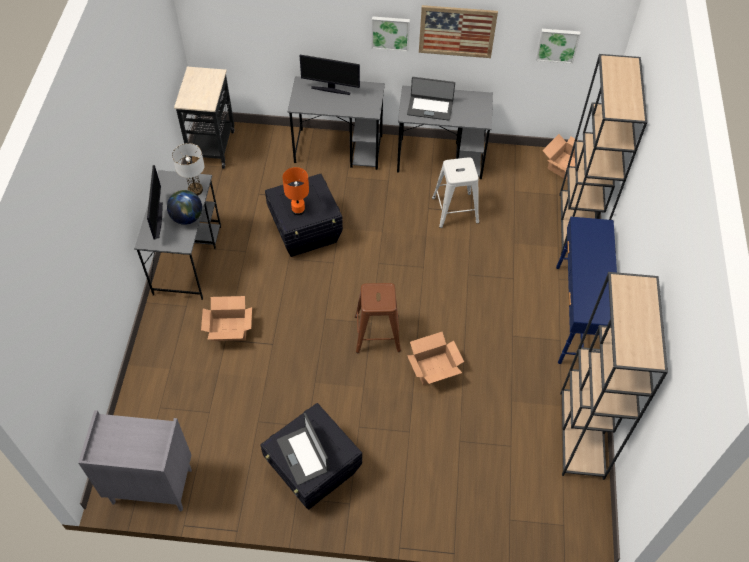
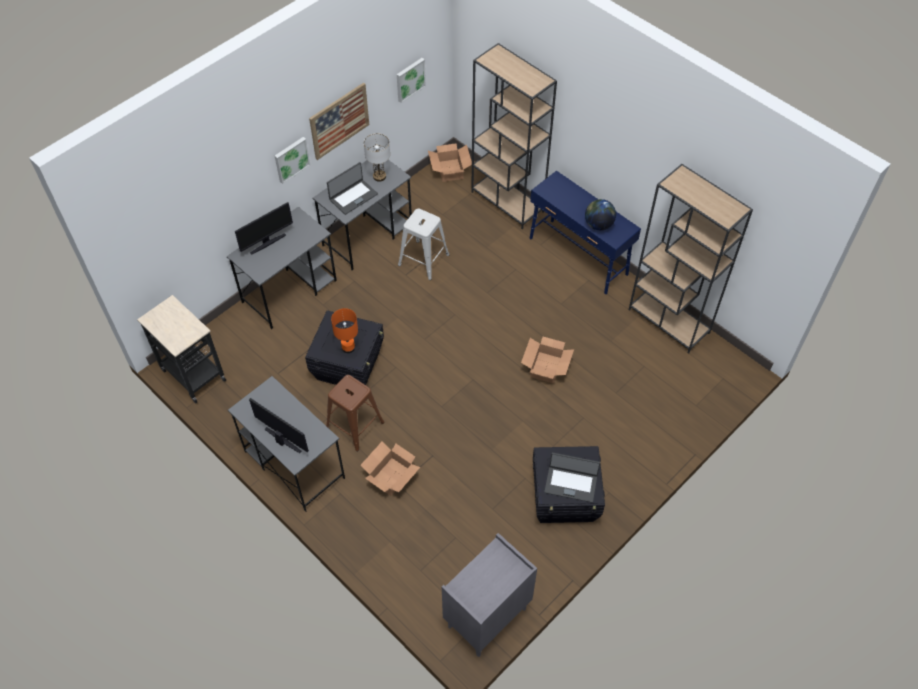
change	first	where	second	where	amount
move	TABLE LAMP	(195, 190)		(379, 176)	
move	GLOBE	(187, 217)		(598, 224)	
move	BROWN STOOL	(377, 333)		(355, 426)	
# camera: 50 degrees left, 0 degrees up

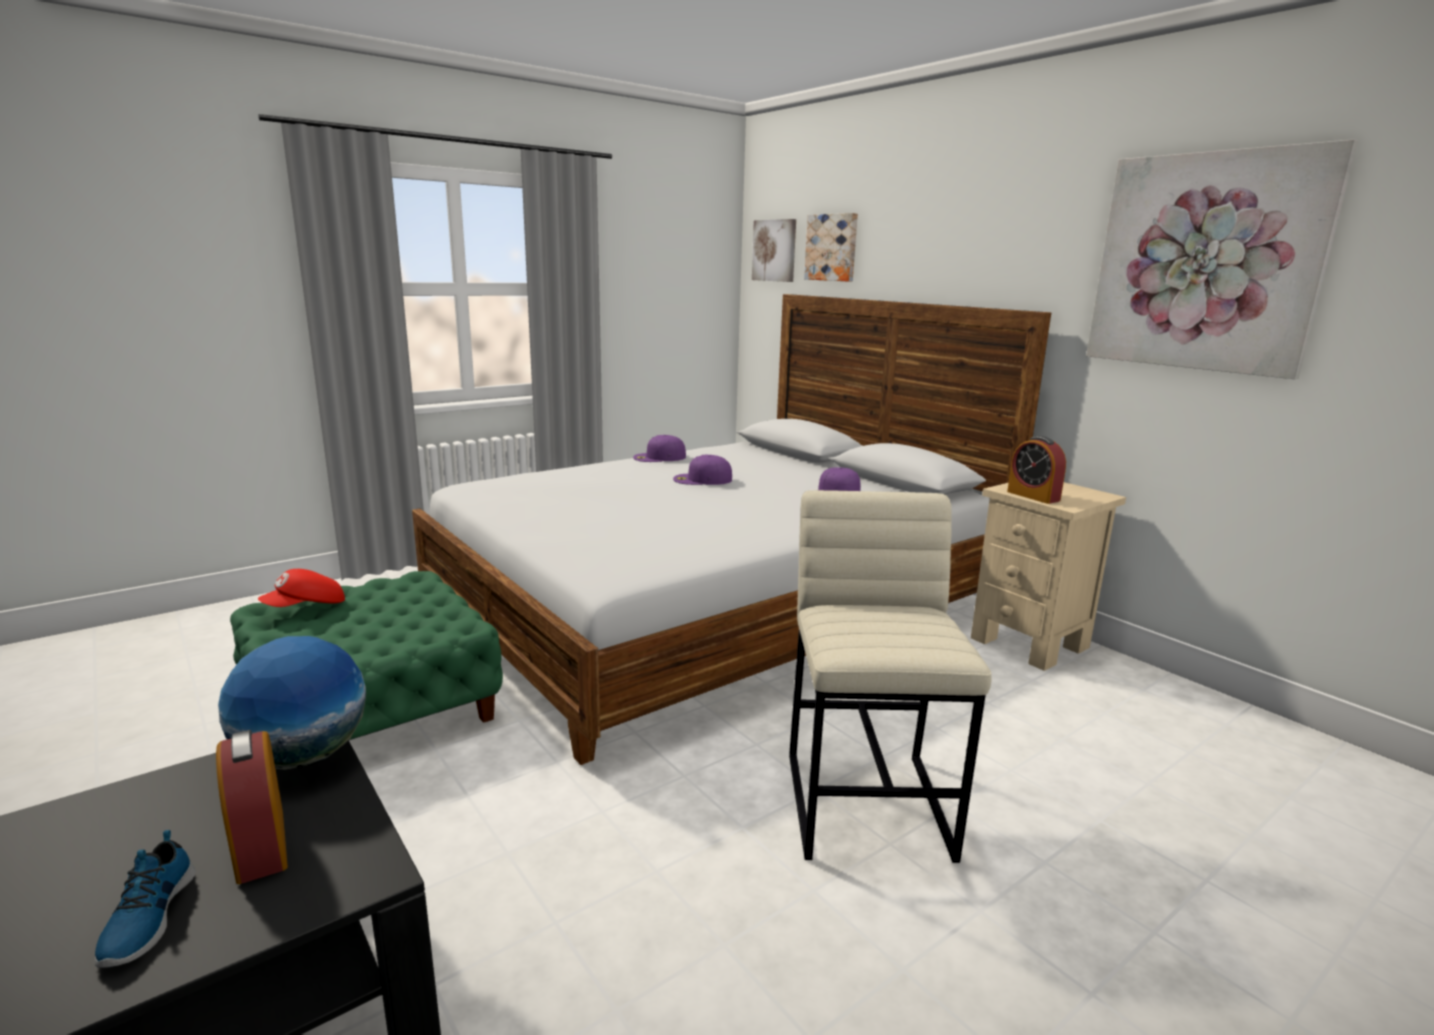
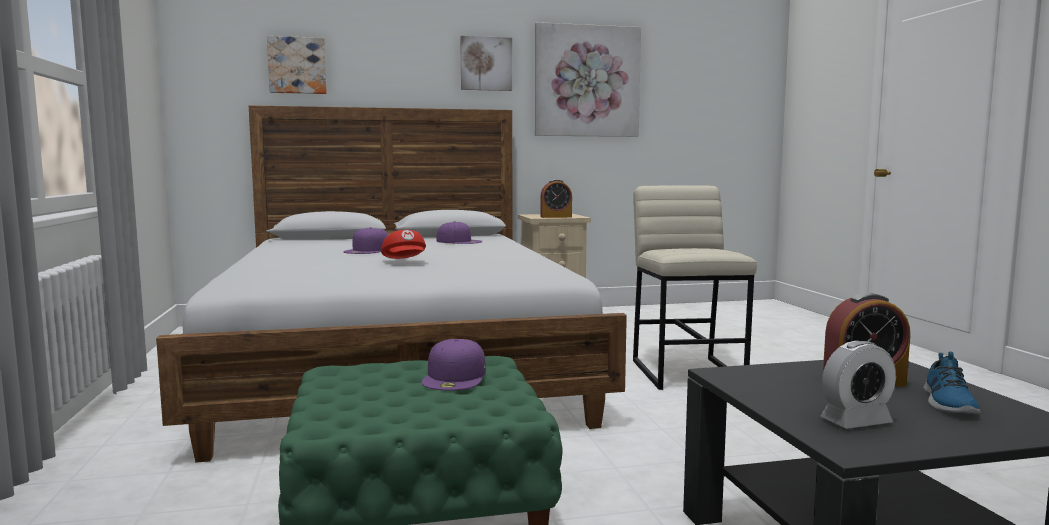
change	first	where	second	where	amount
move	PICTURE	(775, 250)		(486, 64)	
move	PURPLE CAP	(659, 457)		(455, 377)	
rotate	BEIGE CHAIR	(865, 801)		(686, 372)	60 degrees clockwise
move	RED CAP	(306, 608)		(405, 261)	
delete	GLOBE	(303, 756)			
rotate	SHOE	(146, 918)		(947, 403)	90 degrees clockwise
insert			ALARM CLOCK	(856, 421)	
# camera: 65 degrees left, 10 degrees down

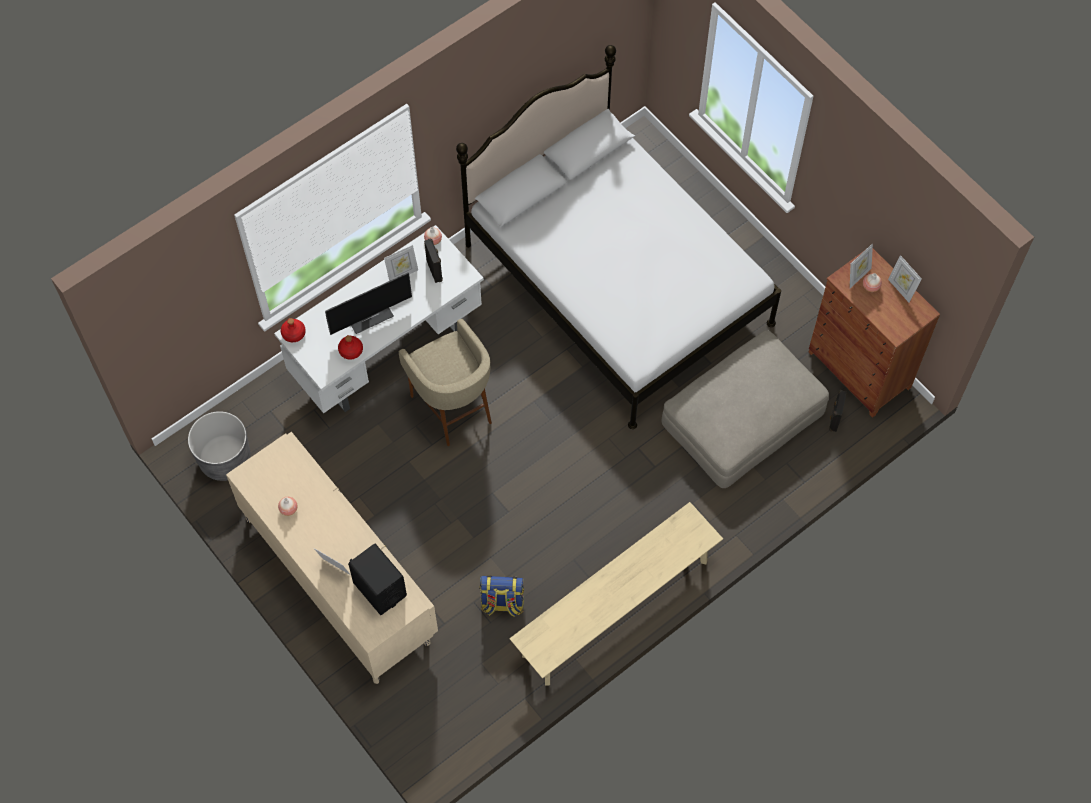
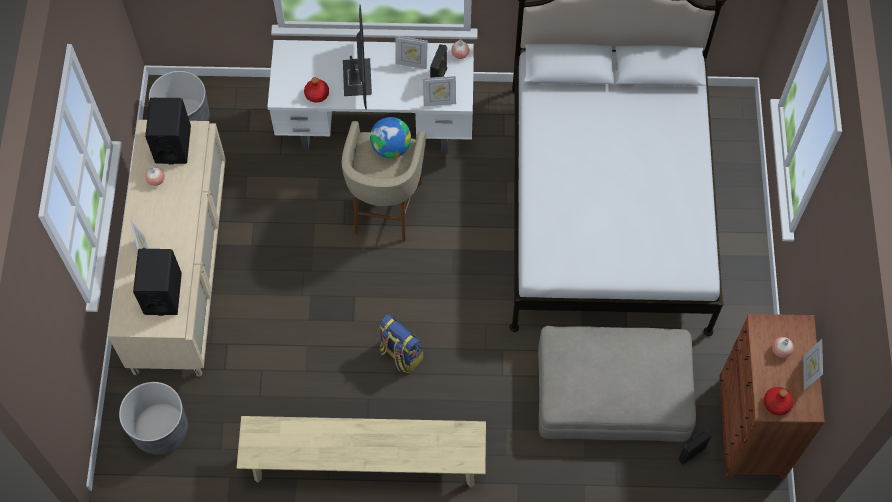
change	first	where	second	where	amount
move	PICTURE FRAME	(858, 276)		(439, 102)	
rotate	MONITOR	(369, 314)		(357, 77)	105 degrees counterclockwise
move	RED BOTTLE	(294, 333)		(777, 403)	
move	BACKPACK	(502, 603)		(400, 354)	
insert			BLACK SPEAKER	(173, 144)	
insert			GLOBE	(391, 147)	
insert			GREY PLANTER	(160, 430)	
# camera: 40 degrees right, 0 degrees up

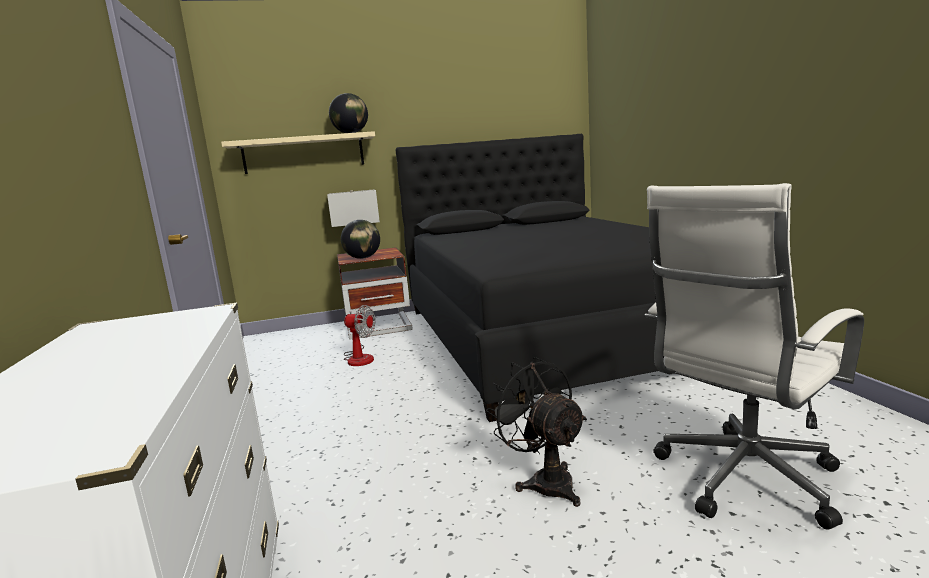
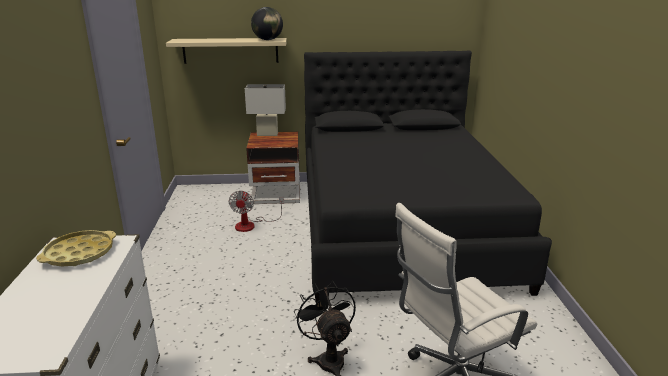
change	first	where	second	where	amount
delete	GLOBE	(363, 258)			
rotate	FAN	(359, 358)		(251, 225)	60 degrees clockwise
insert			YELLOW TRAY	(79, 254)	
# camera: 10 degrees right, 10 degrees up

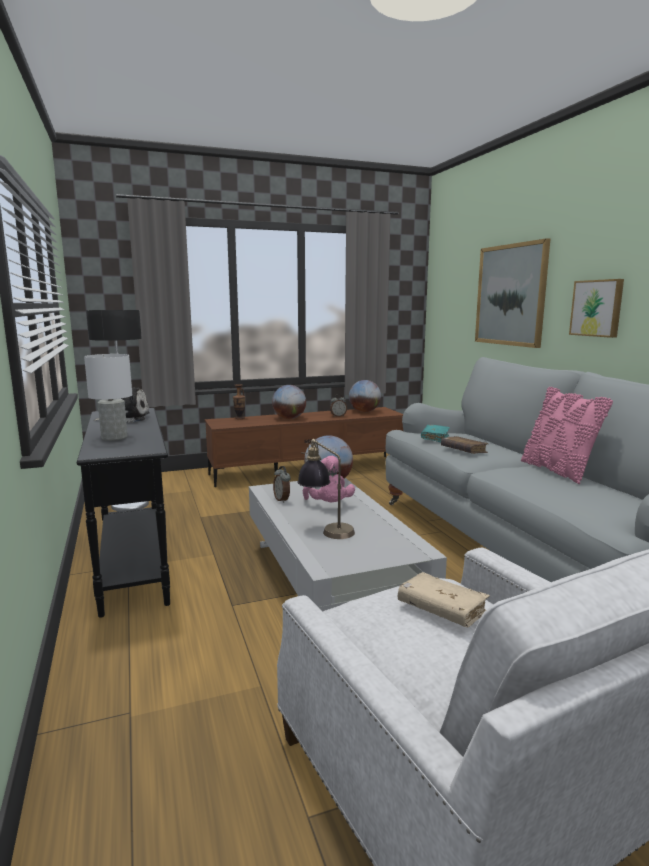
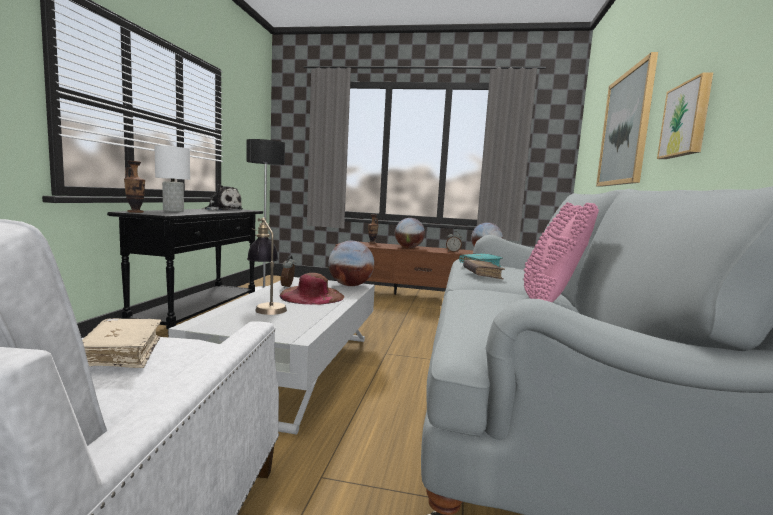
change	first	where	second	where	amount
replace	PINK PLUSH TOY	(329, 505)	BROWN HAT	(312, 296)	
insert			VASE	(135, 212)	
# camera: 30 degrees right, 5 degrees down

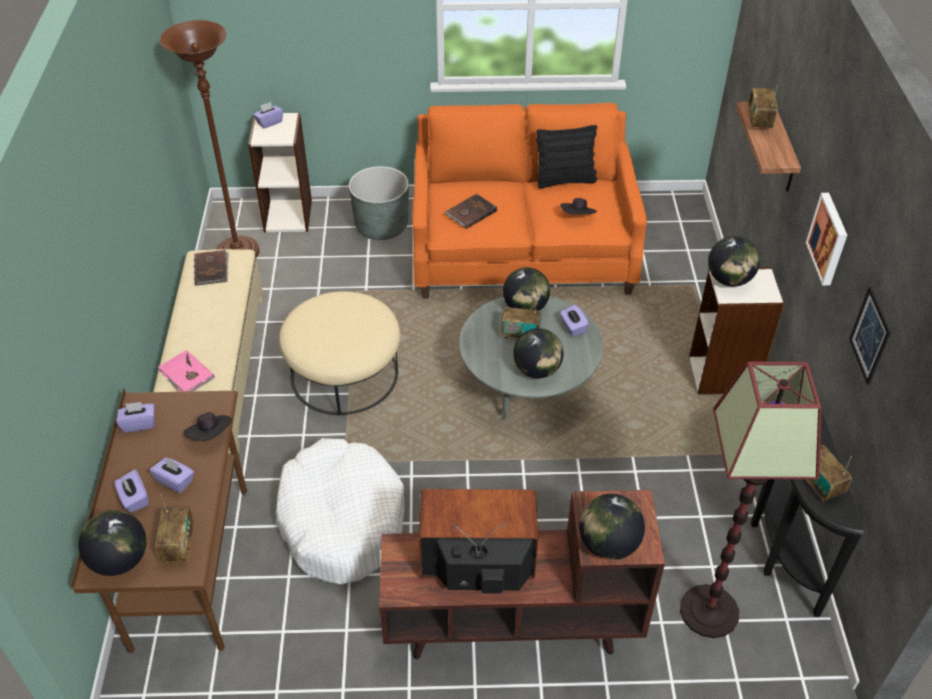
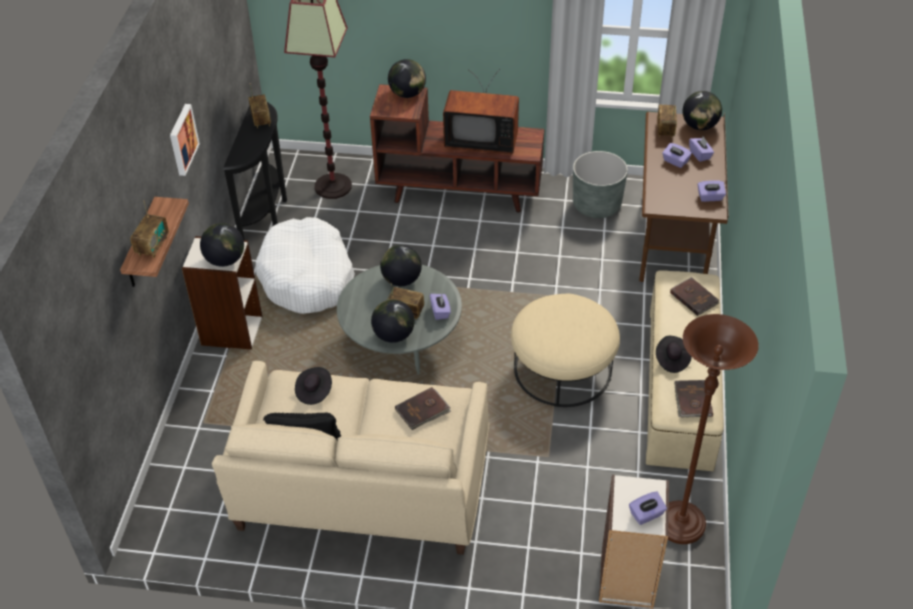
change	first	where	second	where	amount
recolor	ORANGE SOFA	(522, 251)	BEIGE SOFA	(362, 487)	
move	GREY PLANTER	(381, 226)		(596, 205)	
delete	PICTURE	(870, 336)			
move	PURPLE TISSUE BOX	(573, 327)		(440, 311)	
recolor	PINK BOOK	(186, 375)	BROWN BOOK	(694, 297)	
move	BLACK HAT	(211, 435)		(671, 360)	
move	WHITE DOG BED	(341, 520)		(307, 277)	
# camera: 170 degrees left, 0 degrees up

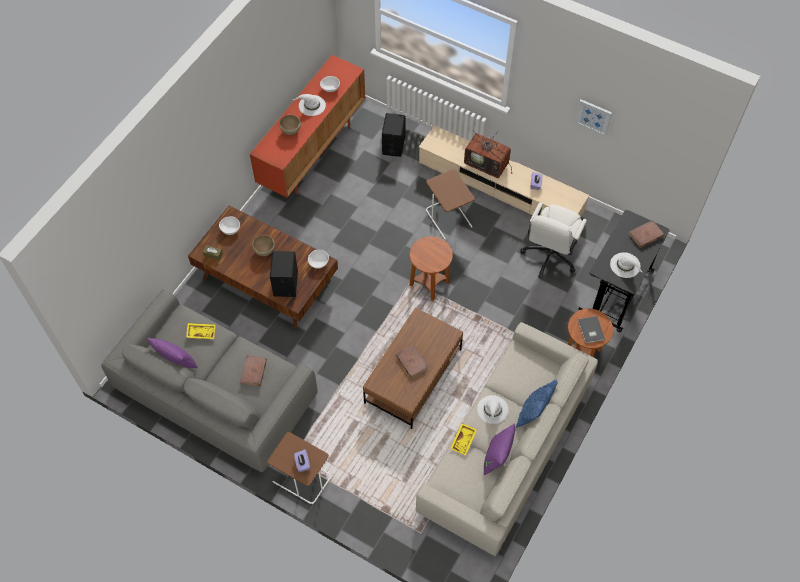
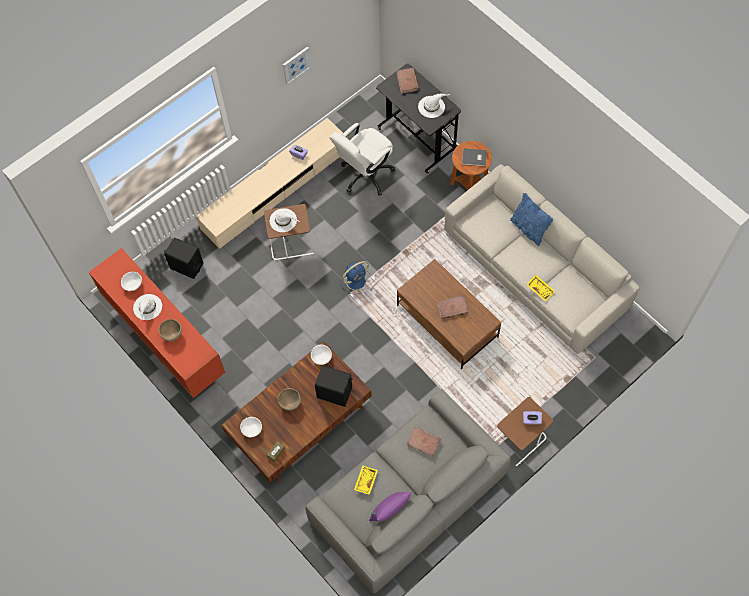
change	first	where	second	where	amount
delete	TELEVISION	(488, 164)			
rotate	WHITE OFFICE CHAIR	(549, 258)		(364, 177)	90 degrees clockwise
replace	BROWN SIDE TABLE	(429, 284)	BLUE FAN	(357, 280)	
move	WHITE HAT	(492, 410)		(283, 220)	
delete	PURPLE PILLOW	(497, 457)			
# camera: 70 degrees left, 5 degrees up

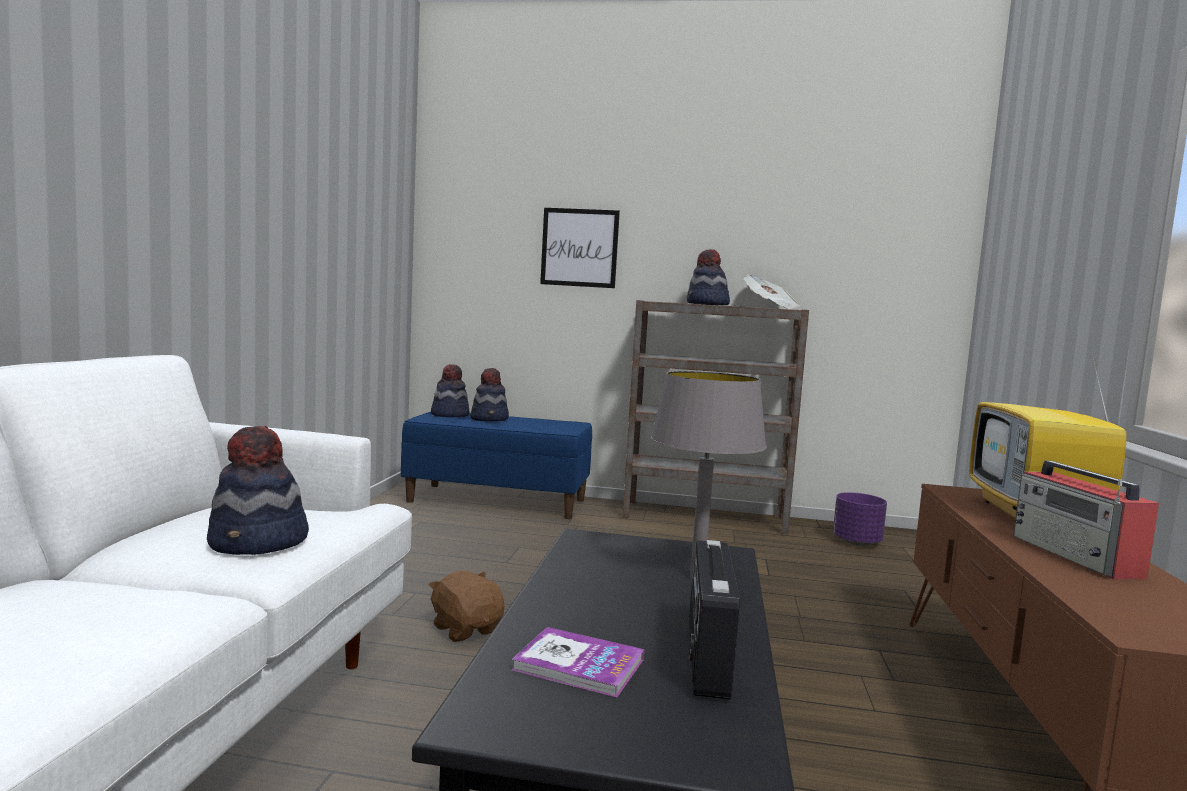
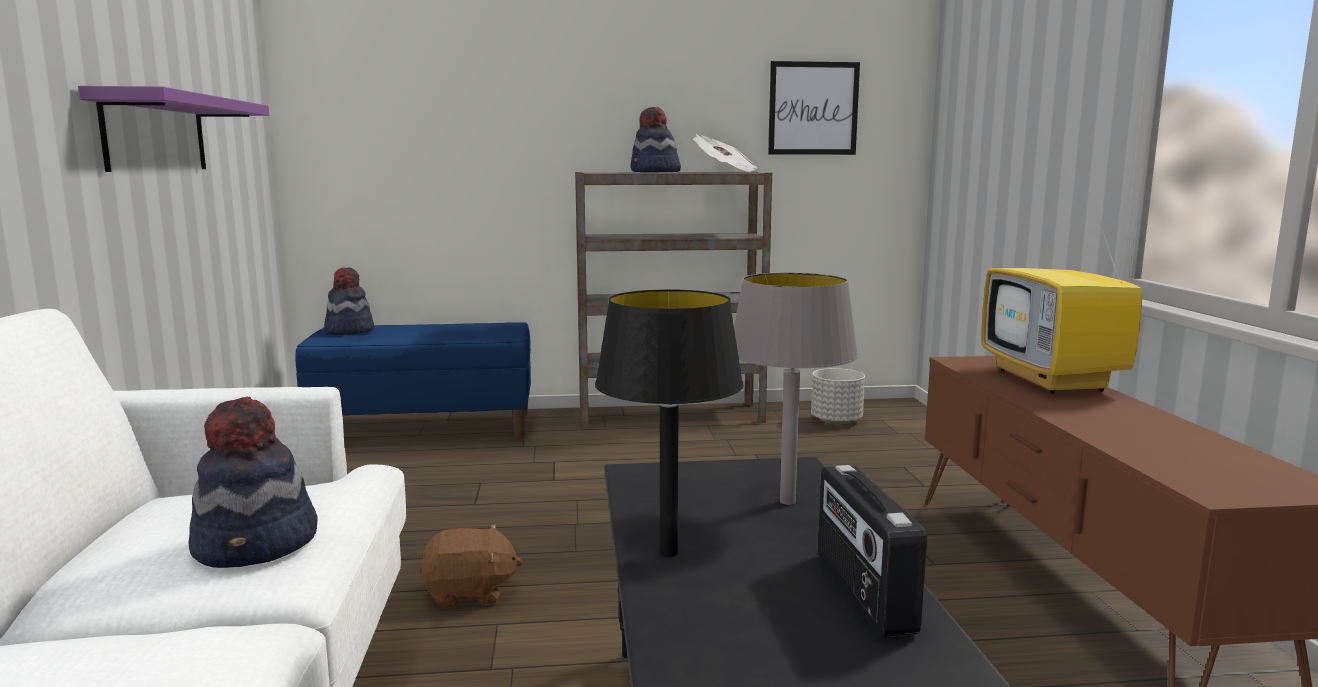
change	first	where	second	where	amount
move	PICTURE	(579, 248)		(813, 108)	
delete	HAT	(490, 419)			
delete	RADIO	(1076, 557)			
recolor	PURPLE PLANTER	(856, 542)	GREY PLANTER	(836, 421)	
rotate	BROWN PLUSH TOY	(467, 629)		(469, 593)	135 degrees clockwise
delete	BOOK	(579, 664)			
insert			PURPLE SHELF	(156, 133)	
insert			BLACK TABLE LAMP	(668, 553)	
# camera: 15 degrees left, 5 degrees up

